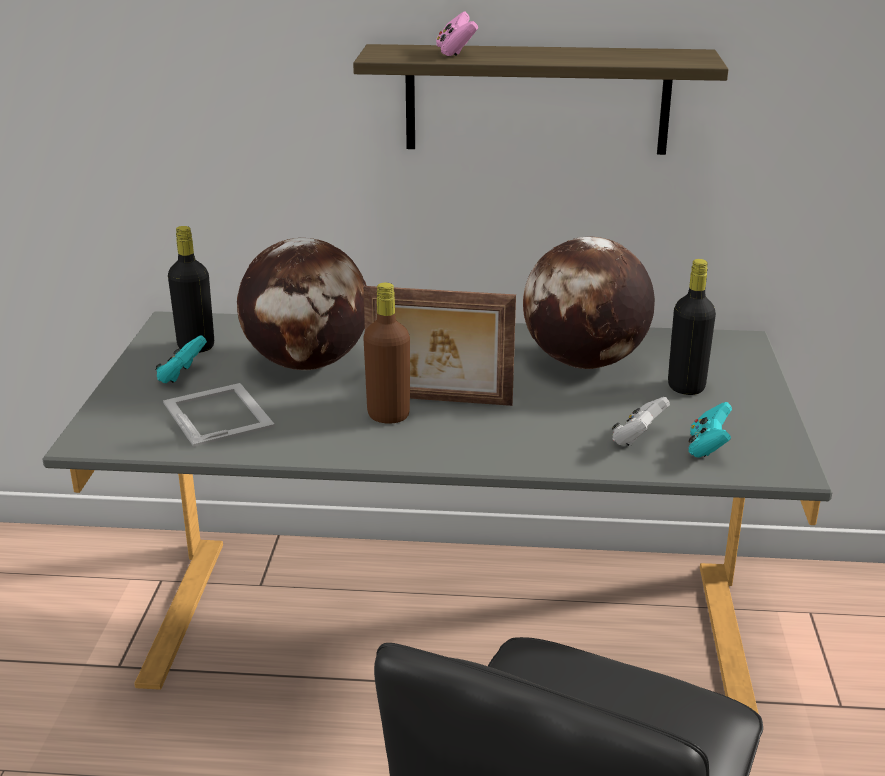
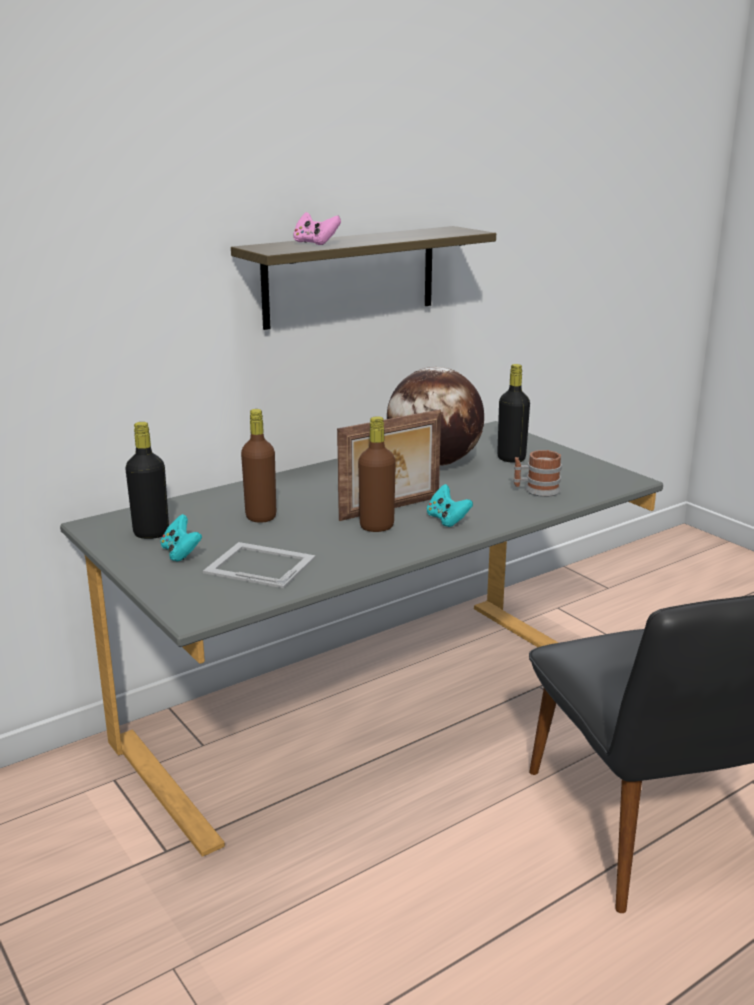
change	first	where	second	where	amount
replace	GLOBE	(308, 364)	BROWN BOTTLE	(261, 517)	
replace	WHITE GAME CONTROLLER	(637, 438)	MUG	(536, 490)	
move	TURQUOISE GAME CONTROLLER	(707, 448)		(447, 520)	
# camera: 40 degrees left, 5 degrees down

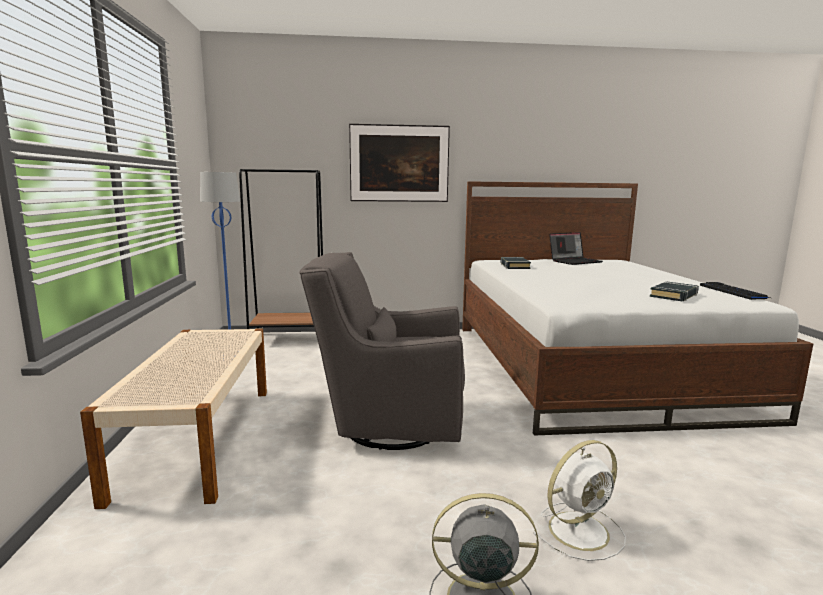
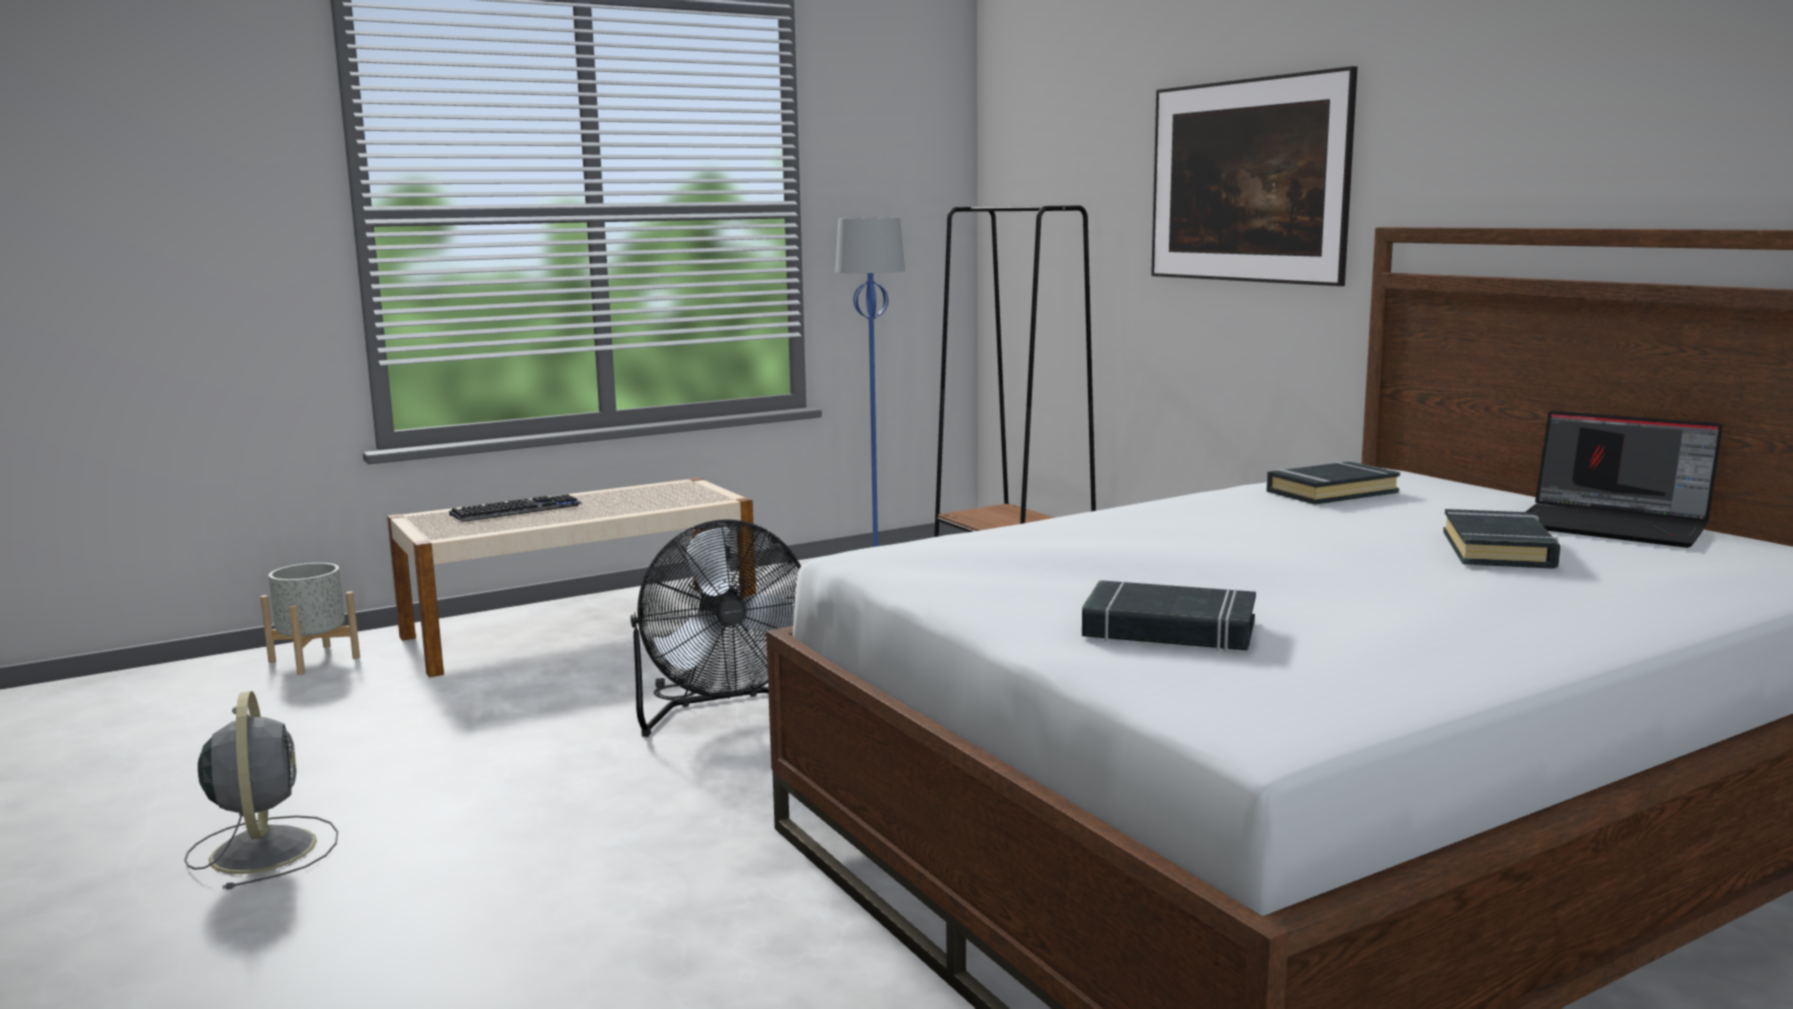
change	first	where	second	where	amount
replace	GREY ARMCHAIR	(388, 423)	BLACK FAN	(719, 710)	
move	KEYBOARD	(733, 292)		(516, 511)	
delete	WHITE FAN	(580, 530)			
insert			BLACK BOOK	(1498, 550)	
insert			GREY PLANTER	(315, 659)	
# camera: 65 degrees right, 0 degrees up

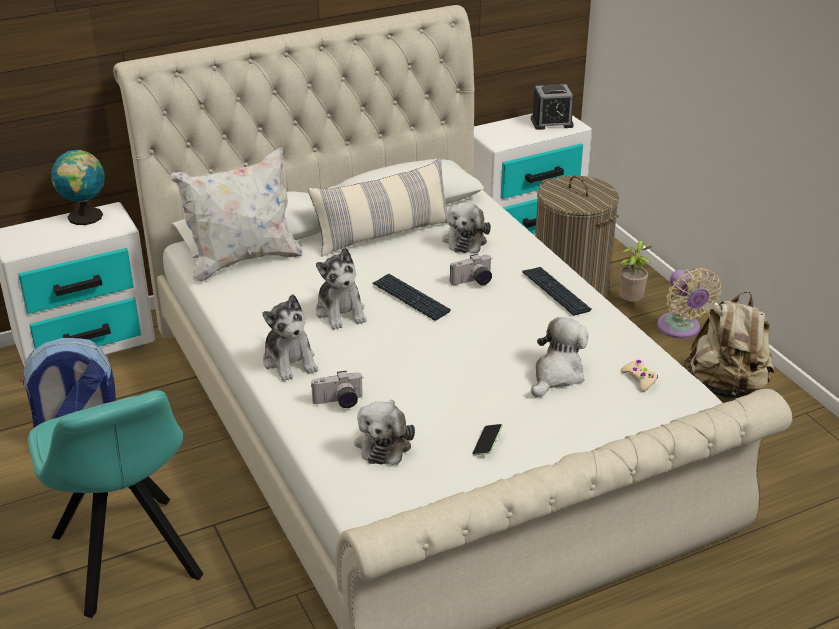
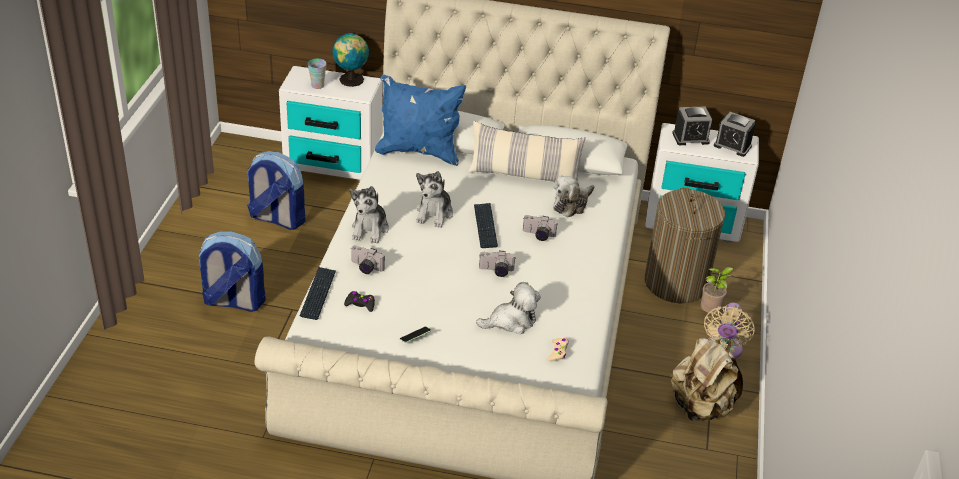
change	first	where	second	where	amount
recolor	WHITE PILLOW	(242, 261)	BLUE PILLOW	(418, 152)	
move	KEYBOARD	(555, 292)		(318, 294)	
replace	TURQUOISE CHAIR	(128, 557)	BACKPACK	(233, 301)	
replace	PLUSH TOY	(384, 442)	BLACK GAME CONTROLLER	(360, 304)	
insert			CUP	(317, 85)	
insert			ALARM CLOCK	(690, 138)	
insert			PHOTO CAMERA	(496, 271)	
# camera: 35 degrees right, 5 degrees up

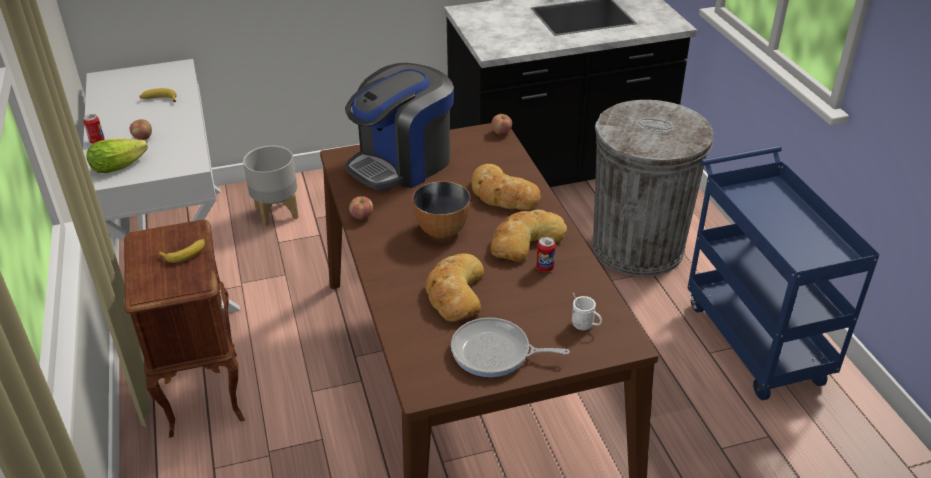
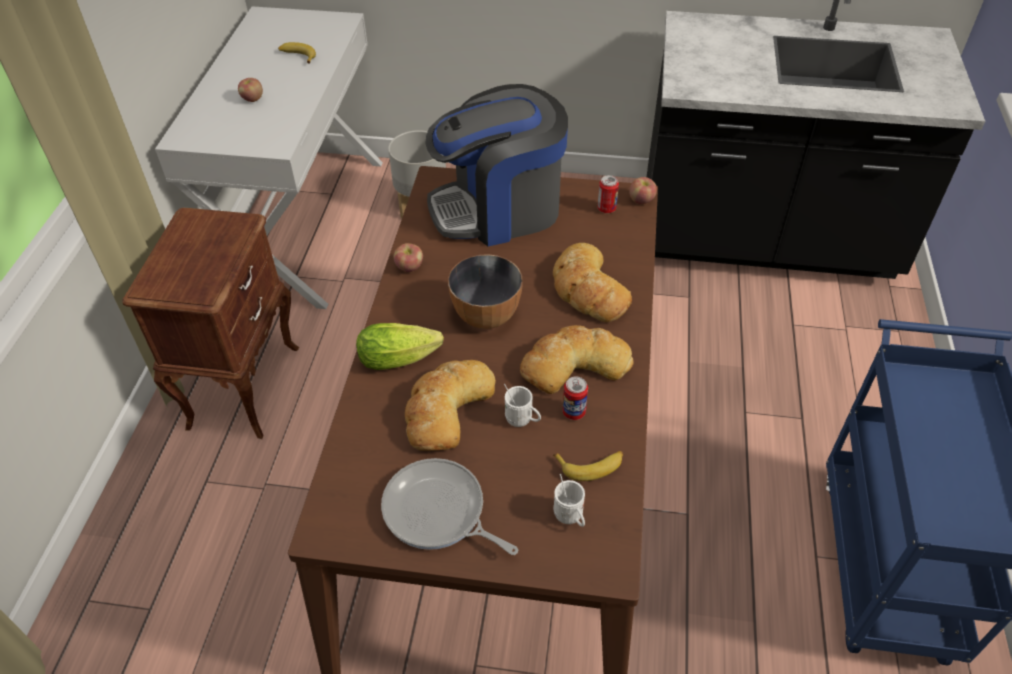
change	first	where	second	where	amount
delete	GREY TRASH CAN	(638, 247)			
move	CAN	(97, 141)		(606, 209)	
move	LETTUCE	(121, 165)		(402, 357)	
move	BANANA	(185, 253)		(591, 465)	
insert			WHITE MUG	(522, 420)	
# camera: 25 degrees right, 10 degrees up

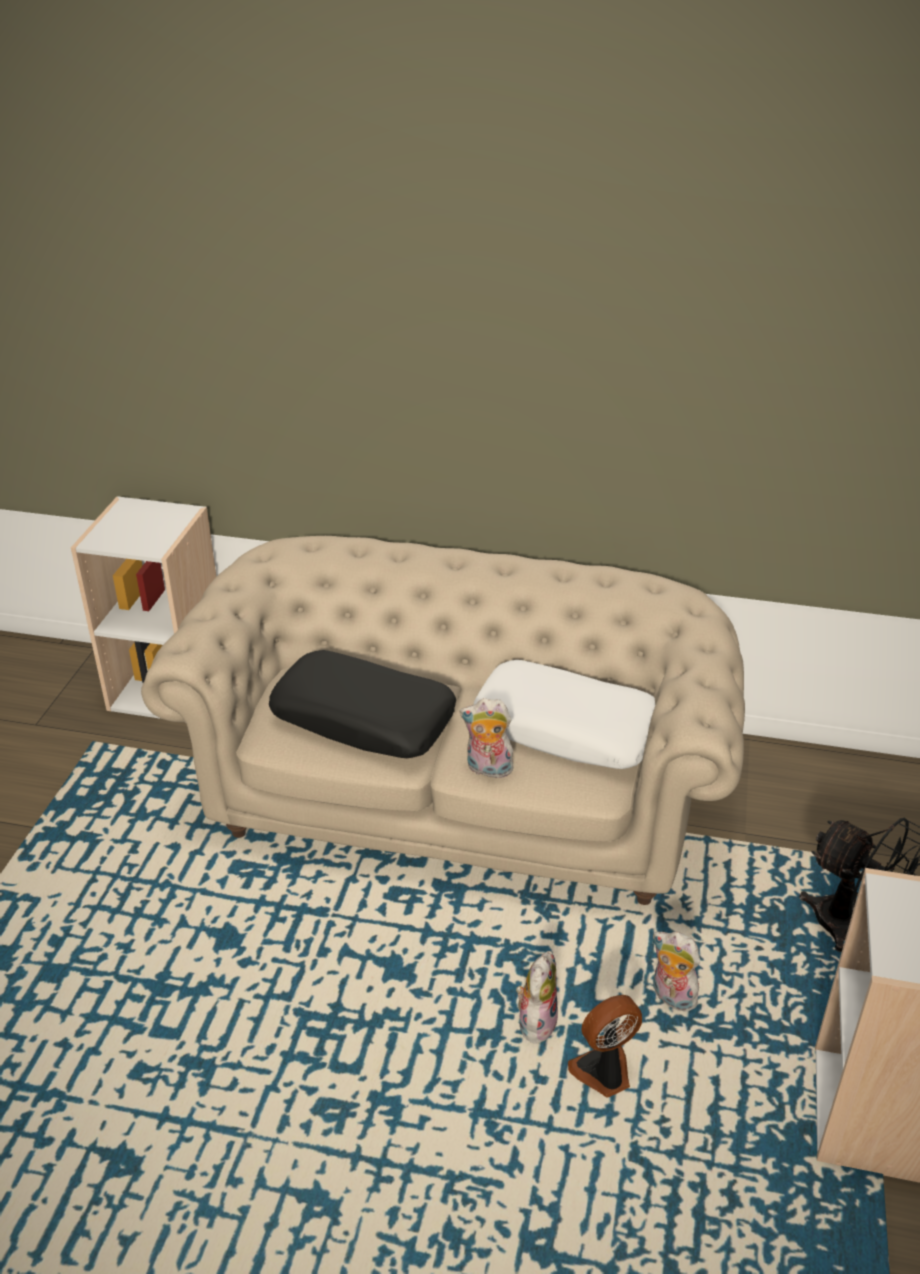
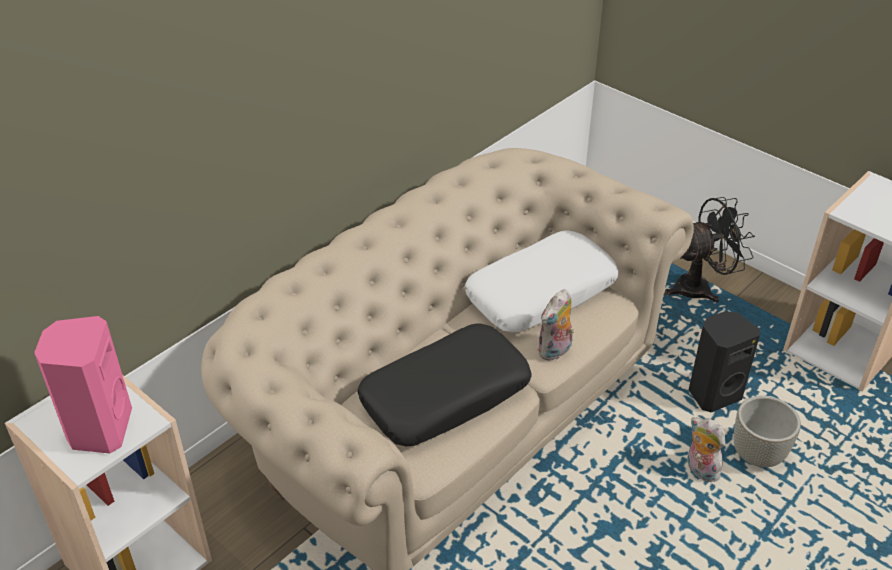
change	first	where	second	where	amount
replace	PLUSH TOY	(671, 997)	BLACK SPEAKER	(713, 393)	
replace	FAN	(604, 1073)	GREY PLANTER	(758, 455)	
insert			PINK SPEAKER	(99, 429)	
# camera: 60 degrees left, 5 degrees up

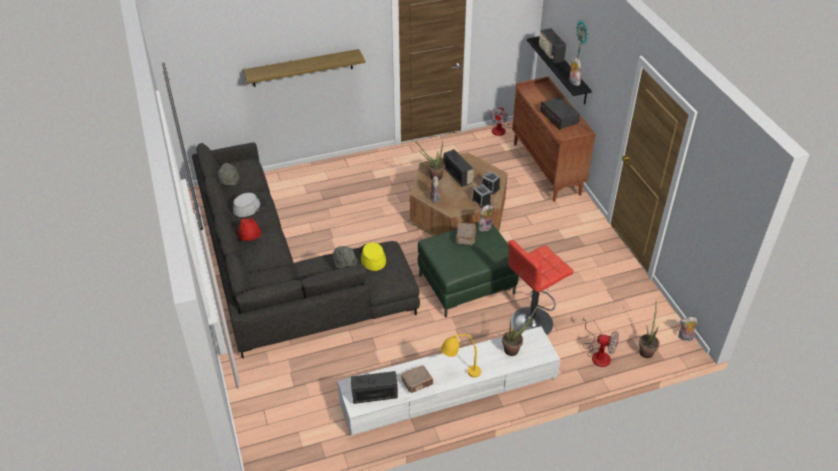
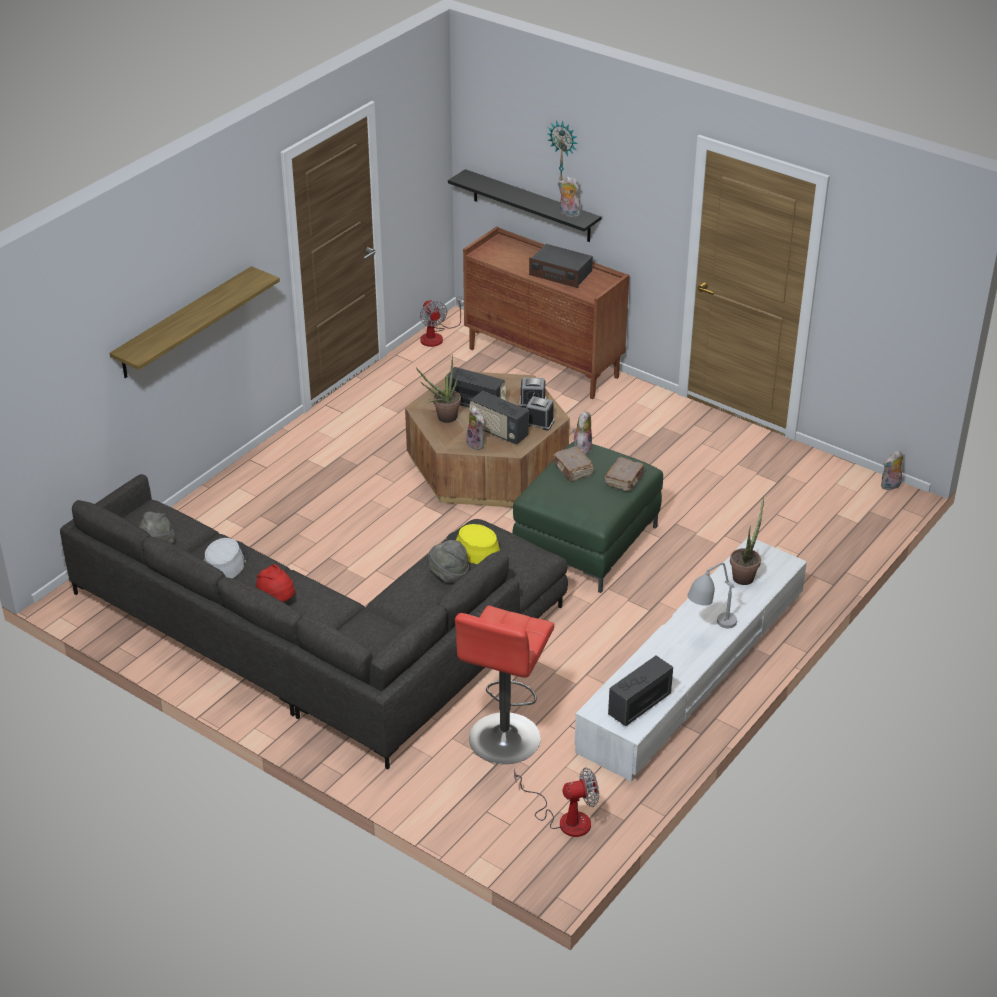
change	first	where	second	where	amount
move	RADIO	(550, 54)		(498, 432)	
move	RED STOOL	(531, 322)		(503, 739)	
delete	POTTED PLANT	(646, 350)			
move	FAN	(597, 354)		(565, 819)	
recolor	YELLOW TABLE LAMP	(459, 371)	GREY TABLE LAMP	(709, 629)	
move	BROWN BOOK	(417, 382)		(624, 480)	
# camera: 35 degrees left, 5 degrees down

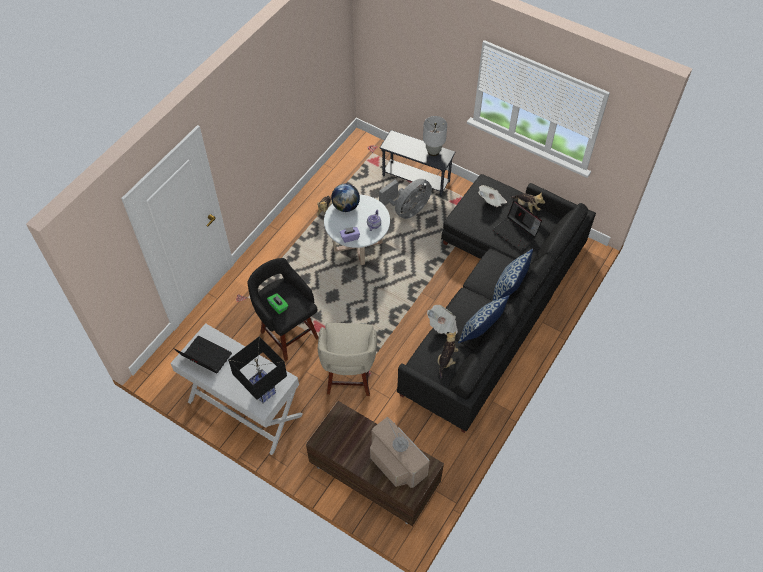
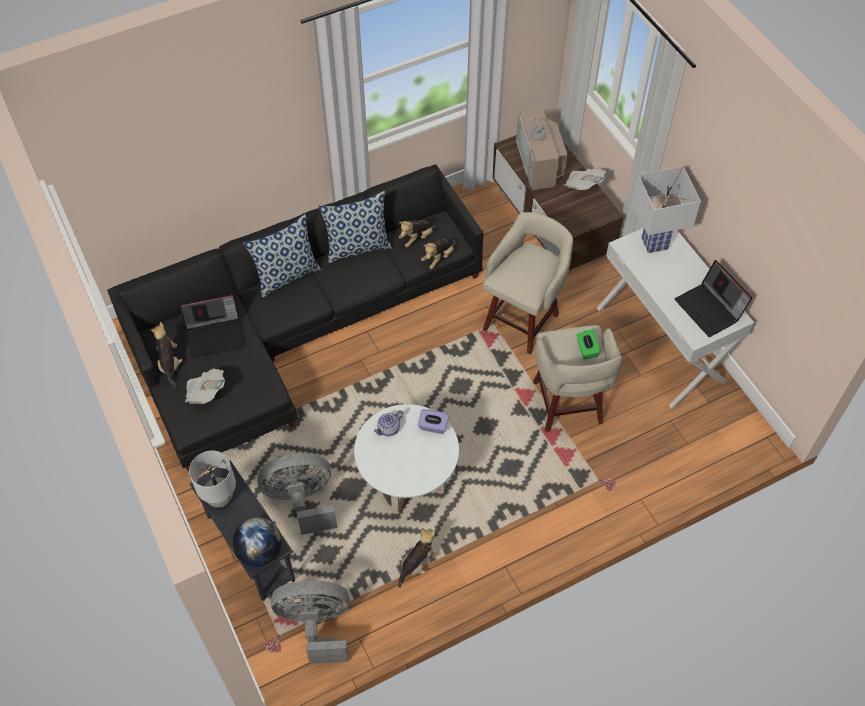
change	first	where	second	where	amount
move	GLOBE	(346, 206)		(260, 551)	
rotate	LAPTOP	(516, 233)		(216, 335)	90 degrees clockwise
recolor	BLACK STOOL	(288, 333)	BEIGE STOOL	(567, 406)	
move	NEWSPAPER	(442, 325)		(583, 185)	
recolor	BLACK TABLE LAMP	(263, 392)	WHITE TABLE LAMP	(655, 244)	
insert			PLUSH TOY	(438, 258)	
insert			GREY FAN	(316, 625)	
# camera: 150 degrees left, 0 degrees up

